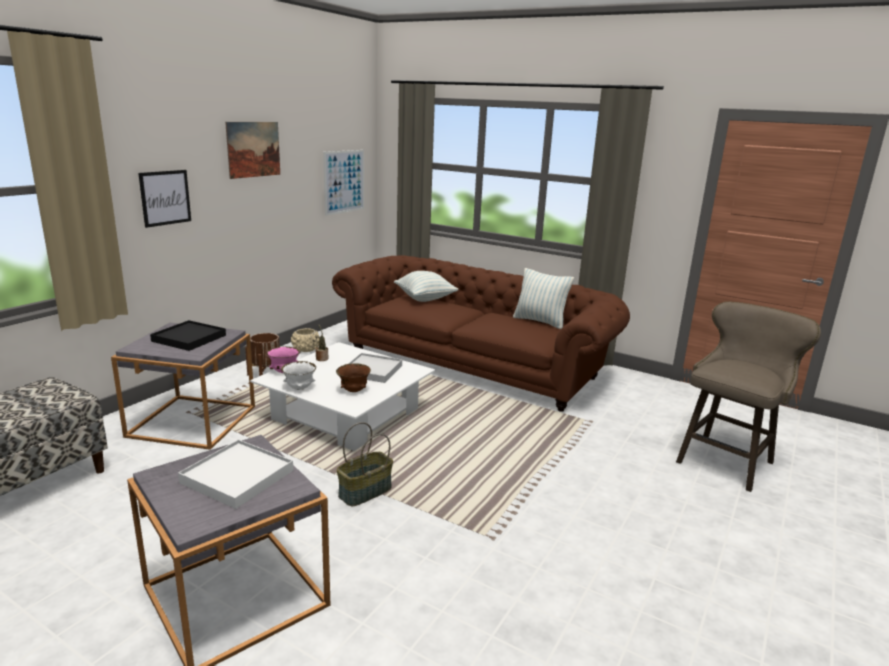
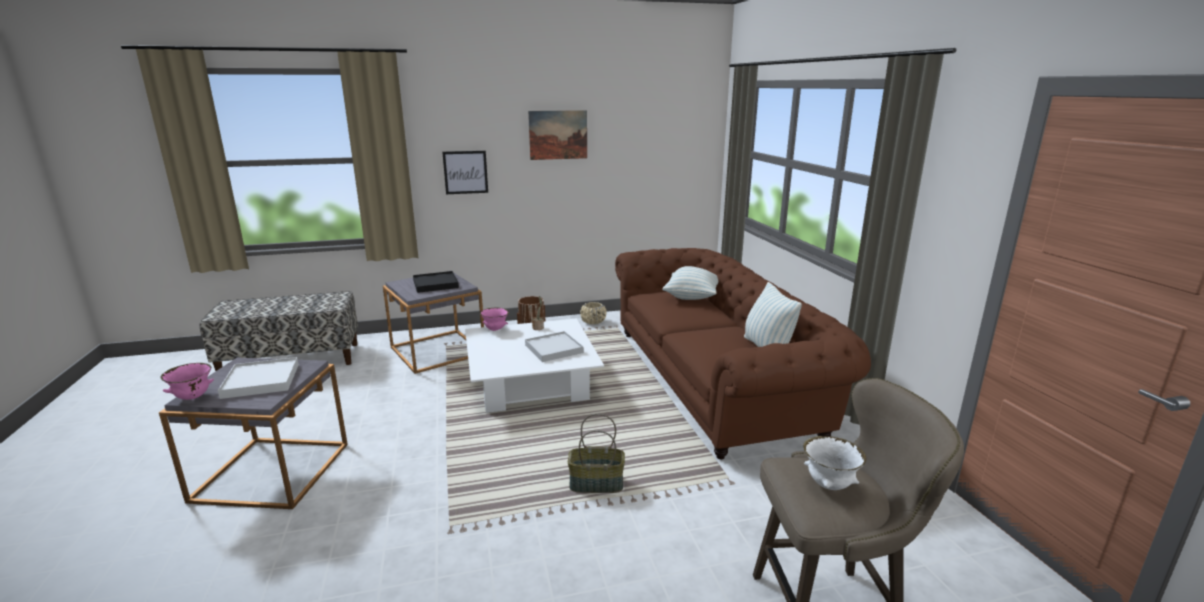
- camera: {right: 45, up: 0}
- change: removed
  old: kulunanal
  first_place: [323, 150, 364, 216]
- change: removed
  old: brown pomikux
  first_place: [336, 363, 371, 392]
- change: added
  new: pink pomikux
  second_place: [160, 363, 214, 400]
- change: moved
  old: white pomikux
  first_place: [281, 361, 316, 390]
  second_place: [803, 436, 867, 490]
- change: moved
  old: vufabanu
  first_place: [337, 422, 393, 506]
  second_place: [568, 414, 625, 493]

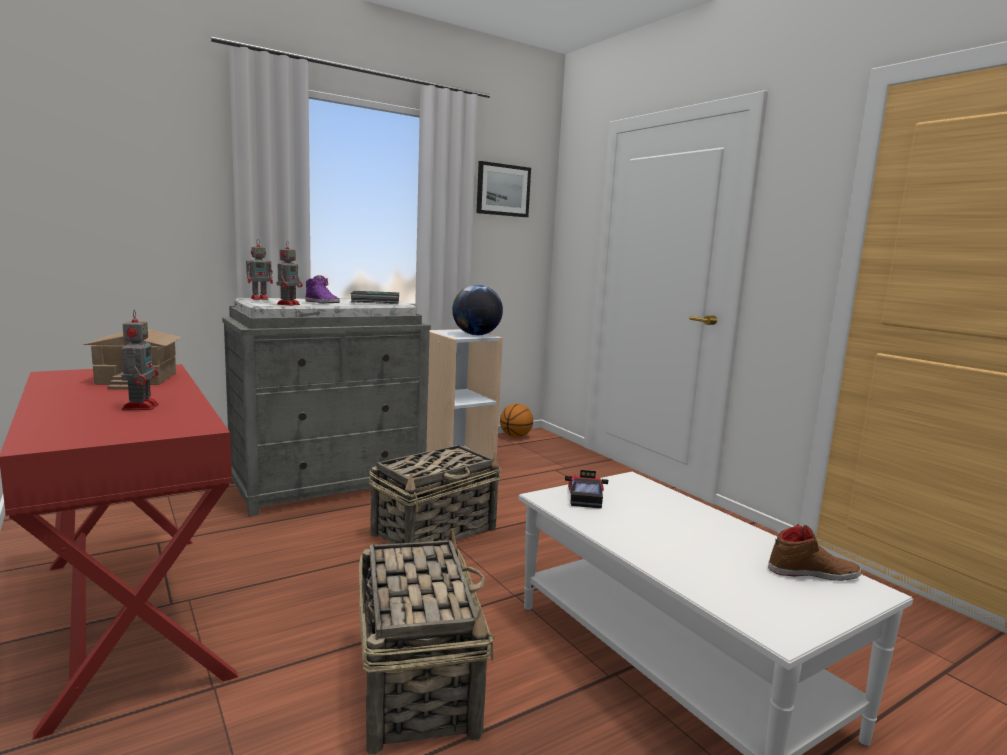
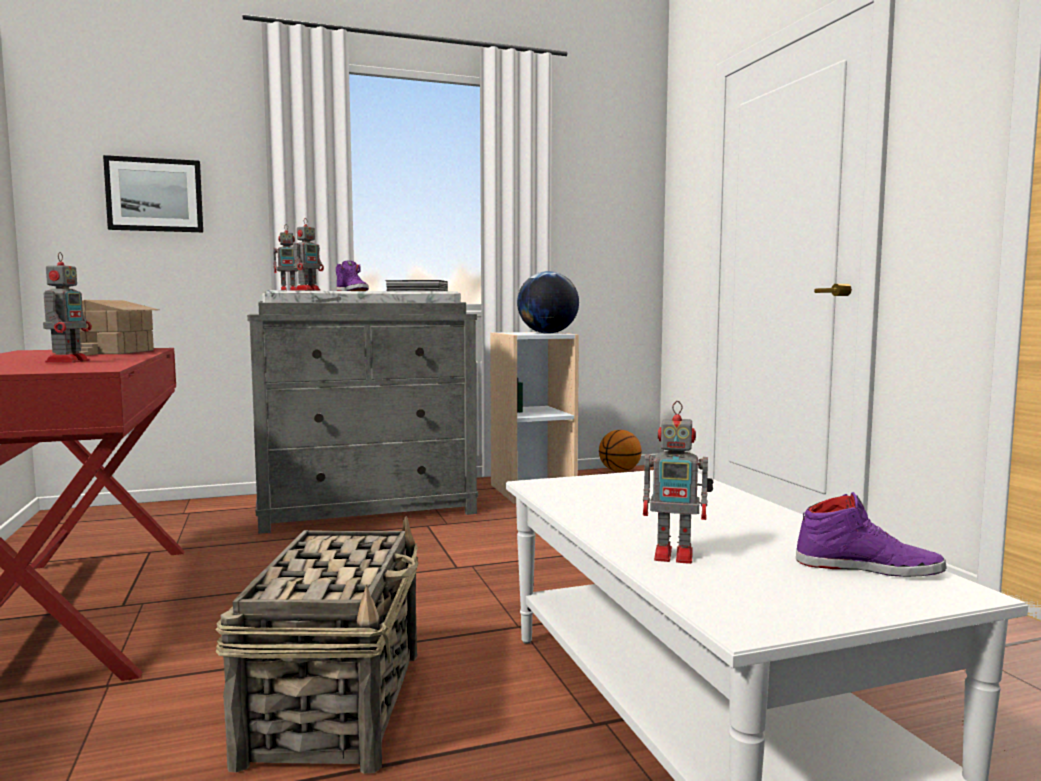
- camera: {right: 15, up: -5}
- change: removed
  old: vufabanu
  first_place: [369, 445, 501, 544]
- change: removed
  old: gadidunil
  first_place: [565, 470, 608, 509]
- change: added
  new: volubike
  second_place: [643, 401, 714, 564]
- change: moved
  old: kulunanal
  first_place: [477, 161, 531, 217]
  second_place: [103, 155, 203, 232]
- change: recoloured
  old: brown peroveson
  new: purple peroveson
  first_place: [768, 524, 861, 581]
  second_place: [796, 492, 947, 577]

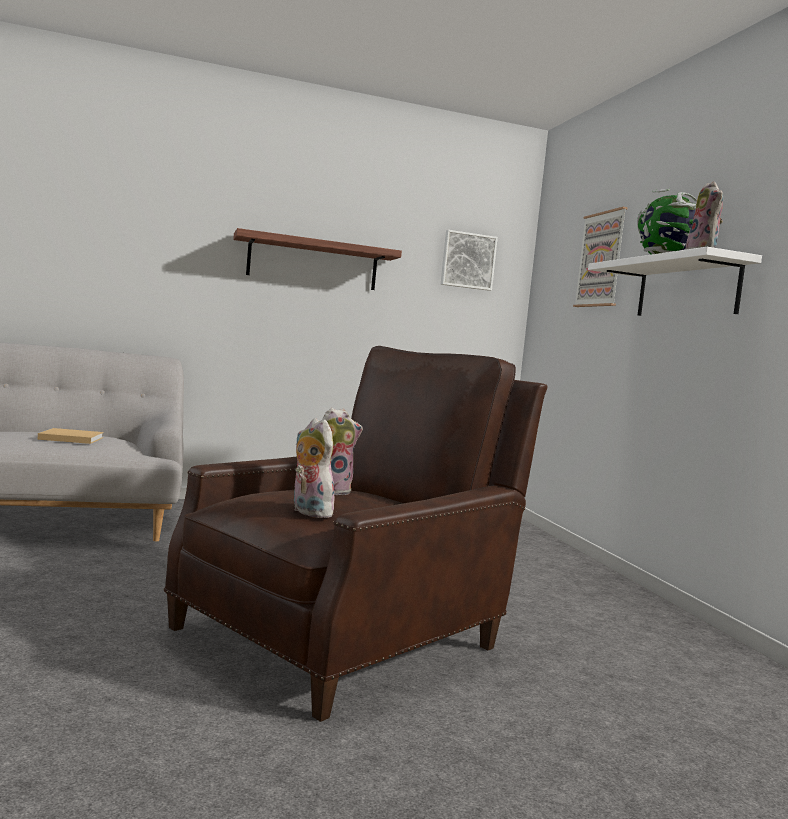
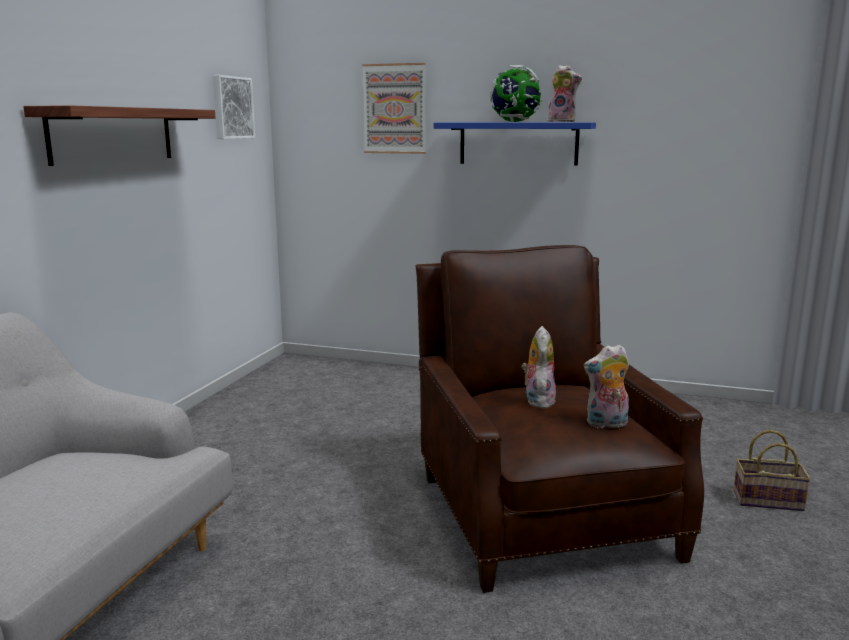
- camera: {right: -55, up: 10}
- change: removed
  old: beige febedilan
  first_place: [38, 428, 104, 444]
- change: added
  new: vufabanu
  second_place: [734, 430, 811, 511]
- change: recoloured
  old: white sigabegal
  new: blue sigabegal
  first_place: [588, 247, 762, 316]
  second_place: [433, 122, 596, 166]

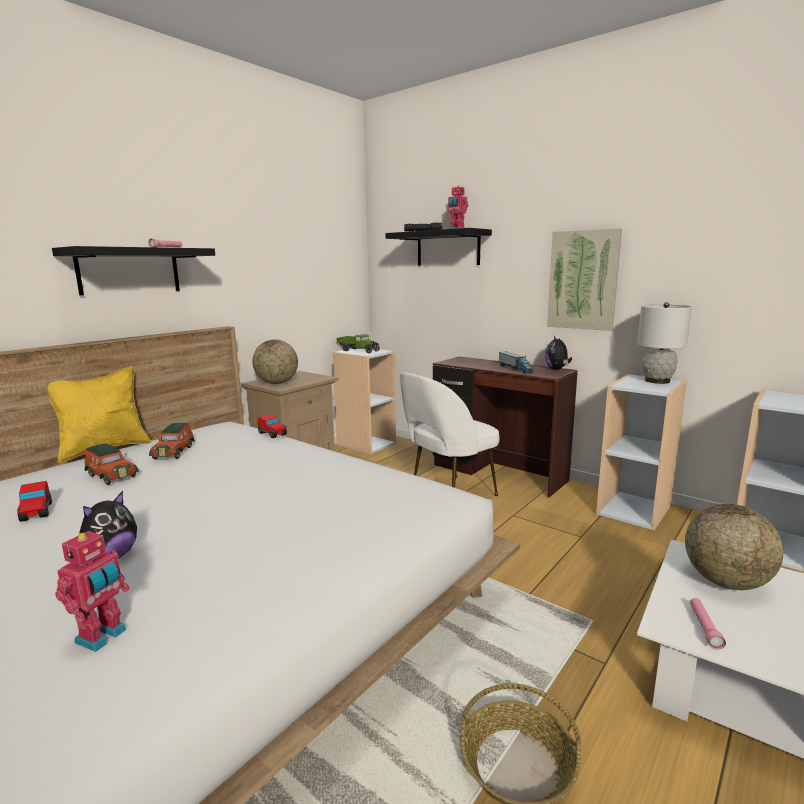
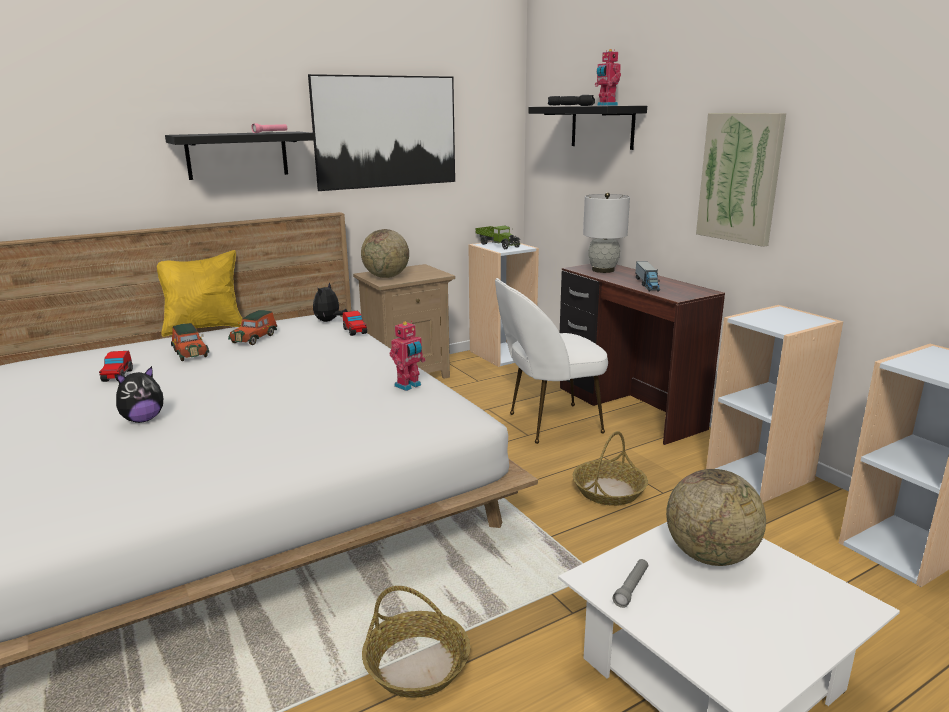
- camera: {right: 20, up: 5}
- change: added
  new: kulunanal
  second_place: [308, 74, 455, 191]
- change: added
  new: vufabanu
  second_place: [572, 431, 648, 506]
- change: moved
  old: volubike
  first_place: [55, 528, 130, 652]
  second_place: [390, 321, 425, 391]
- change: moved
  old: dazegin
  first_place: [545, 336, 572, 370]
  second_place: [313, 282, 348, 322]
- change: moved
  old: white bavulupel
  first_place: [637, 302, 692, 384]
  second_place: [583, 193, 630, 273]
- change: recoloured
  old: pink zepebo
  new: grey zepebo
  first_place: [690, 598, 726, 650]
  second_place: [612, 559, 648, 608]

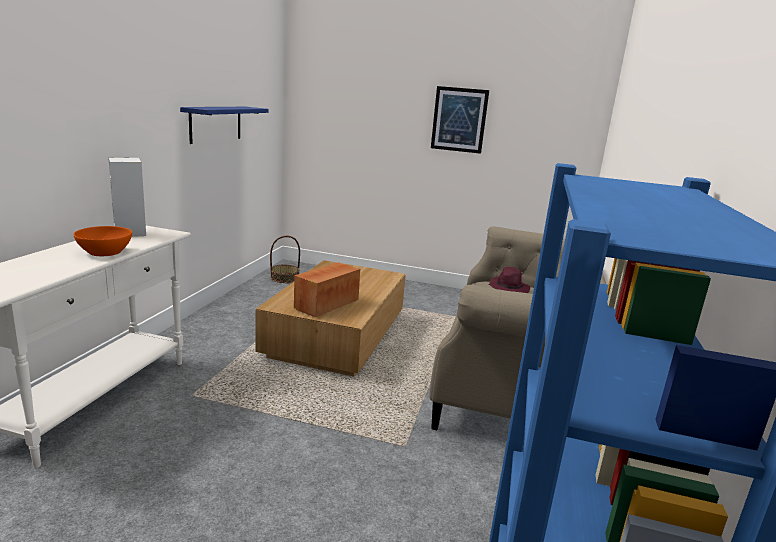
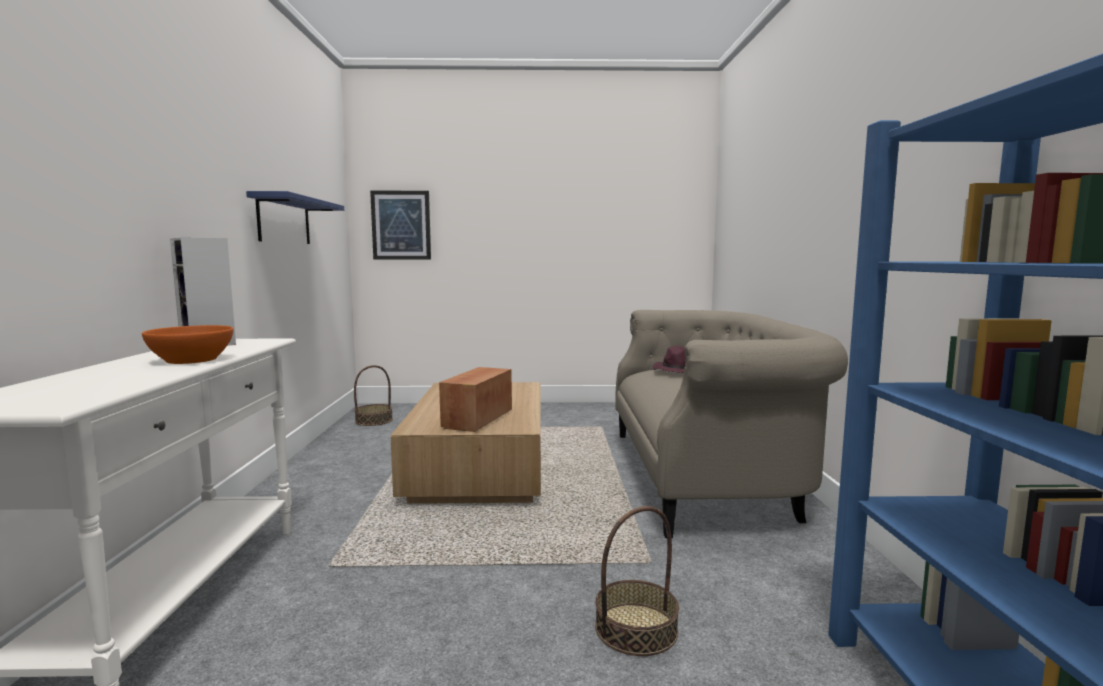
- camera: {right: -15, up: -10}
- change: added
  new: vufabanu
  second_place: [595, 506, 679, 656]
- change: moved
  old: kulunanal
  first_place: [431, 86, 489, 154]
  second_place: [370, 191, 431, 259]

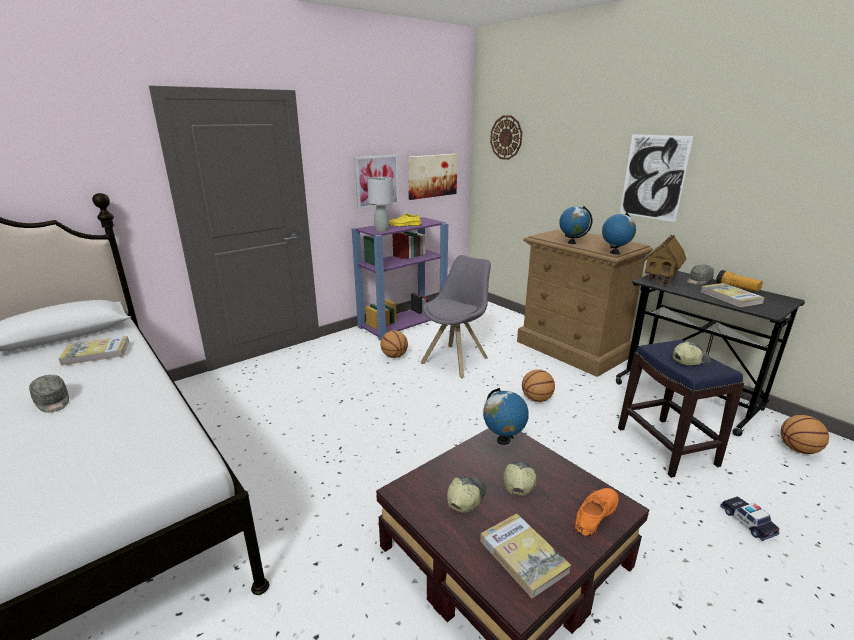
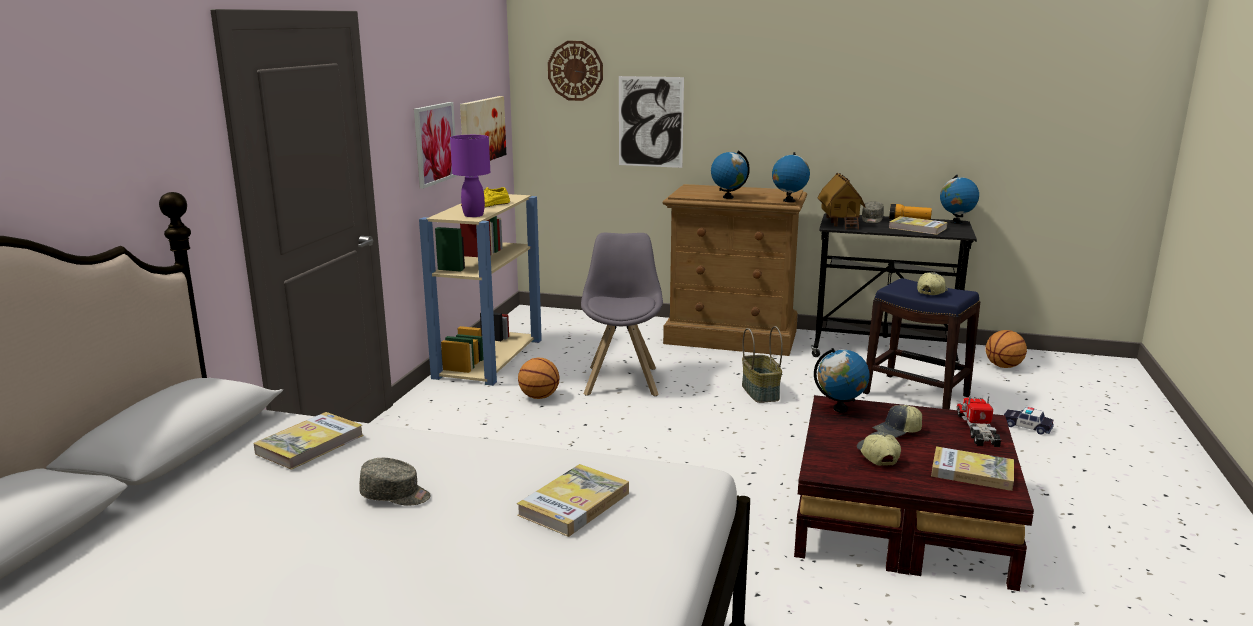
- camera: {right: -35, up: -5}
- change: added
  new: febedilan
  second_place: [517, 464, 629, 537]
- change: added
  new: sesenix
  second_place: [940, 175, 979, 224]
- change: moved
  old: kulunanal
  first_place: [620, 134, 693, 222]
  second_place: [619, 76, 684, 168]
- change: replaced
  old: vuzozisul
  new: vufabanu
  first_place: [522, 369, 555, 402]
  second_place: [742, 326, 783, 403]
- change: replaced
  old: orange peroveson
  new: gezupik
  first_place: [574, 488, 618, 536]
  second_place: [957, 396, 1001, 447]
- change: recoloured
  old: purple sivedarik
  new: beige sivedarik
  first_place: [352, 217, 448, 340]
  second_place: [419, 194, 542, 386]
- change: recoloured
  old: grey bavulupel
  new: purple bavulupel
  first_place: [367, 177, 393, 232]
  second_place: [450, 135, 490, 217]
- change: turned
  old: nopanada
  first_place: [503, 461, 536, 496]
  second_place: [872, 405, 922, 438]
  degrees: -90

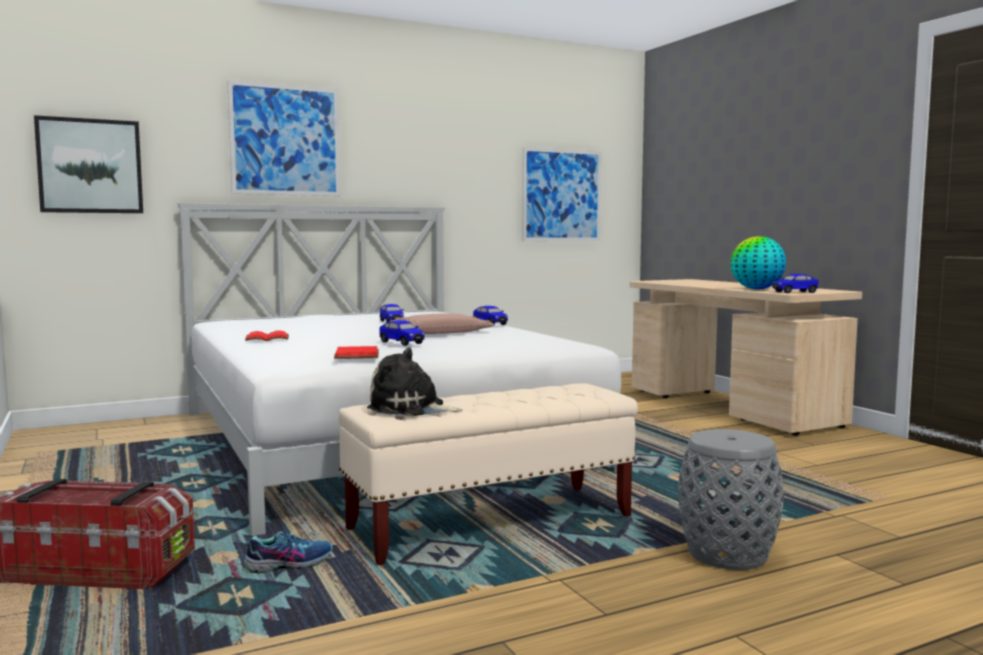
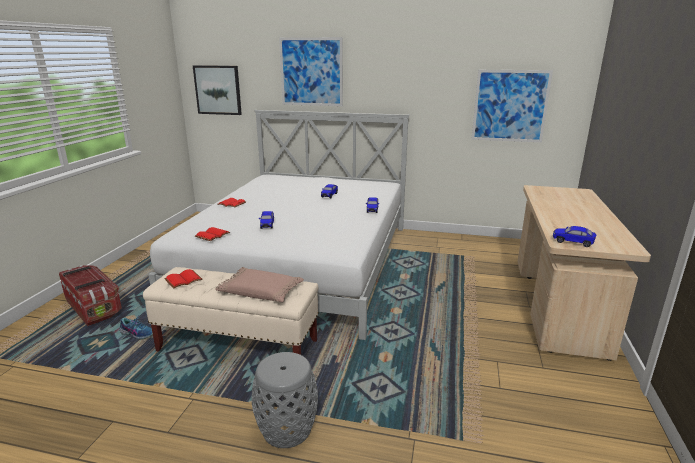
- camera: {right: 40, up: 15}
- change: removed
  old: sesenix
  first_place: [730, 236, 786, 289]
- change: moved
  old: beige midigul
  first_place: [392, 314, 494, 334]
  second_place: [215, 267, 304, 302]
- change: replaced
  old: dazegin
  new: red febedilan
  first_place: [367, 347, 463, 416]
  second_place: [164, 269, 203, 289]

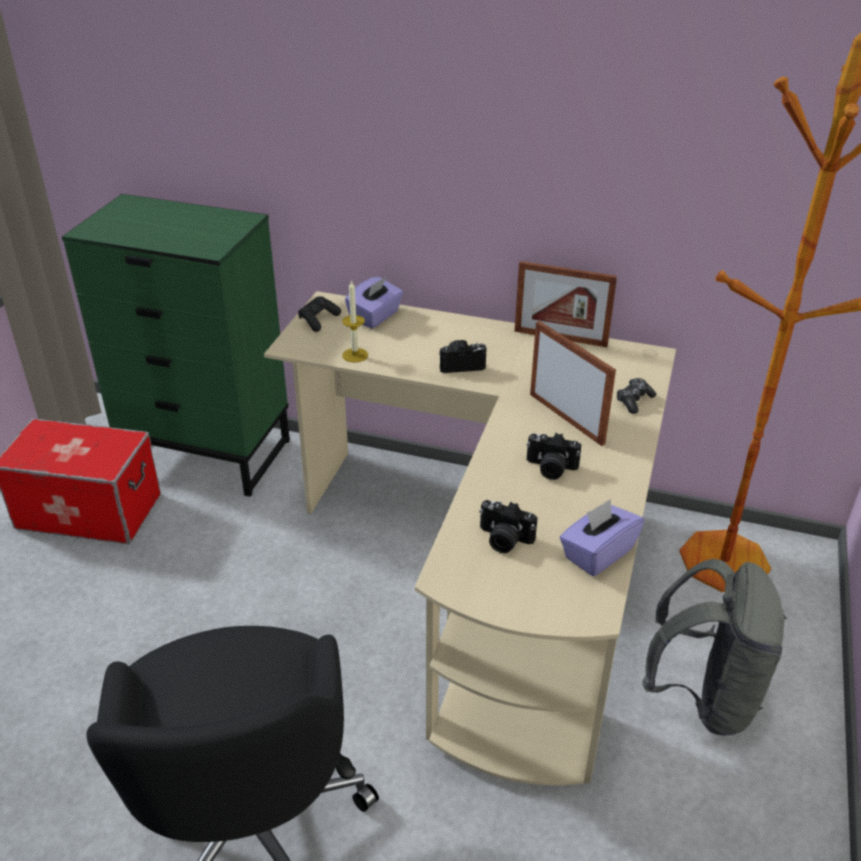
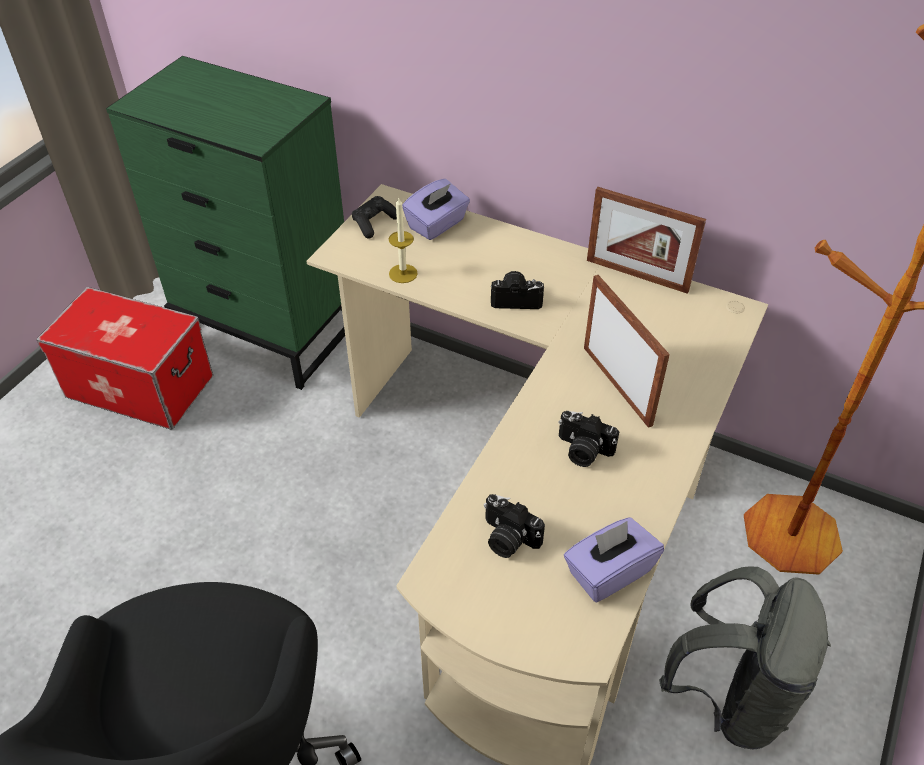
- camera: {right: 10, up: 10}
- change: removed
  old: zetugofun
  first_place: [617, 378, 656, 414]

